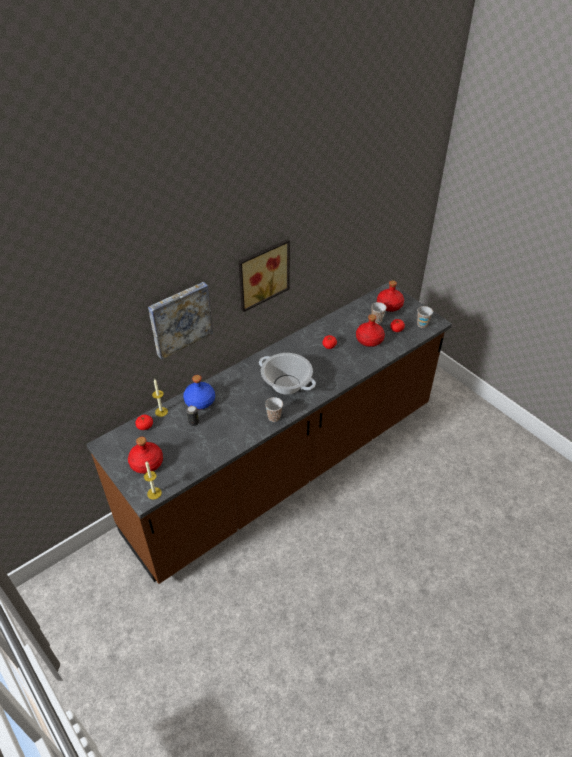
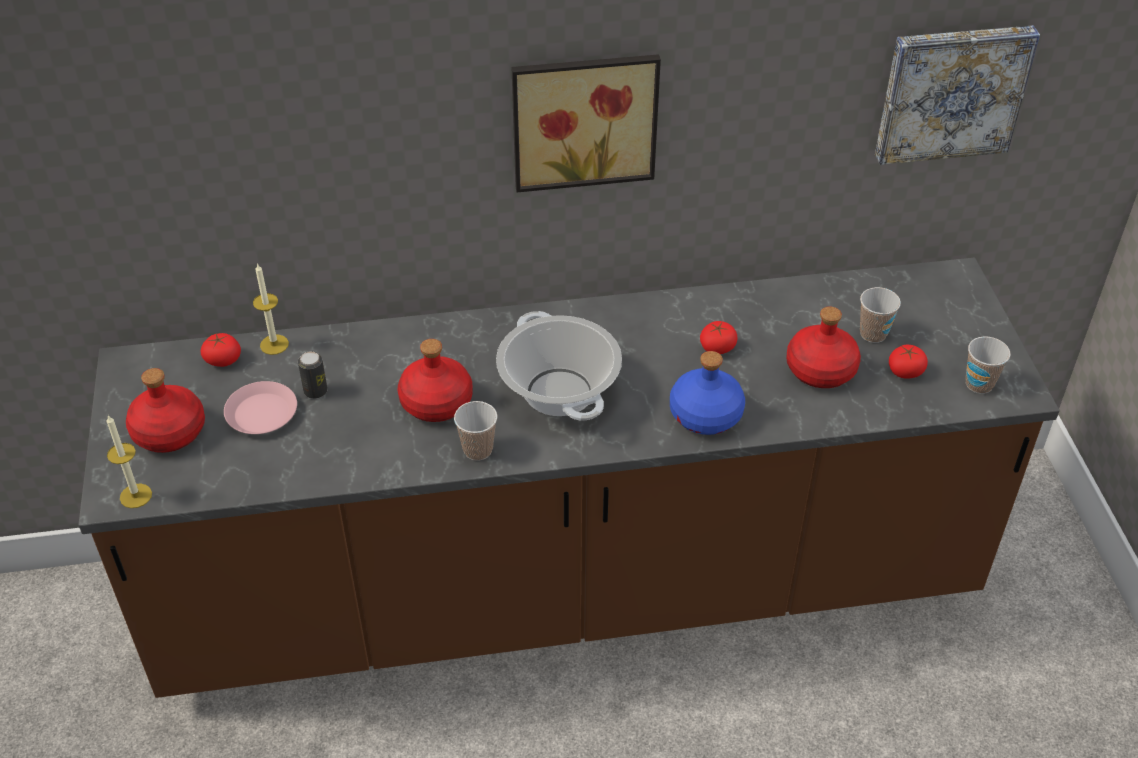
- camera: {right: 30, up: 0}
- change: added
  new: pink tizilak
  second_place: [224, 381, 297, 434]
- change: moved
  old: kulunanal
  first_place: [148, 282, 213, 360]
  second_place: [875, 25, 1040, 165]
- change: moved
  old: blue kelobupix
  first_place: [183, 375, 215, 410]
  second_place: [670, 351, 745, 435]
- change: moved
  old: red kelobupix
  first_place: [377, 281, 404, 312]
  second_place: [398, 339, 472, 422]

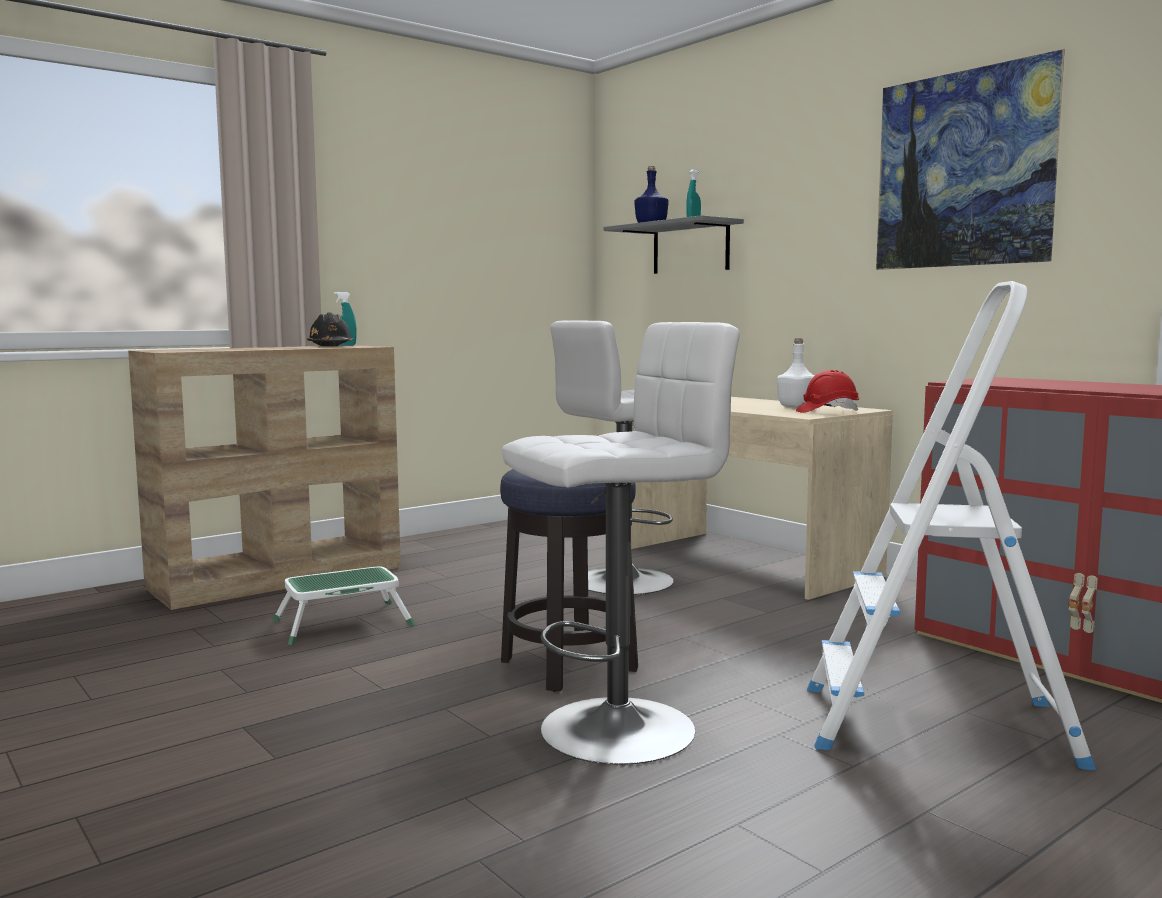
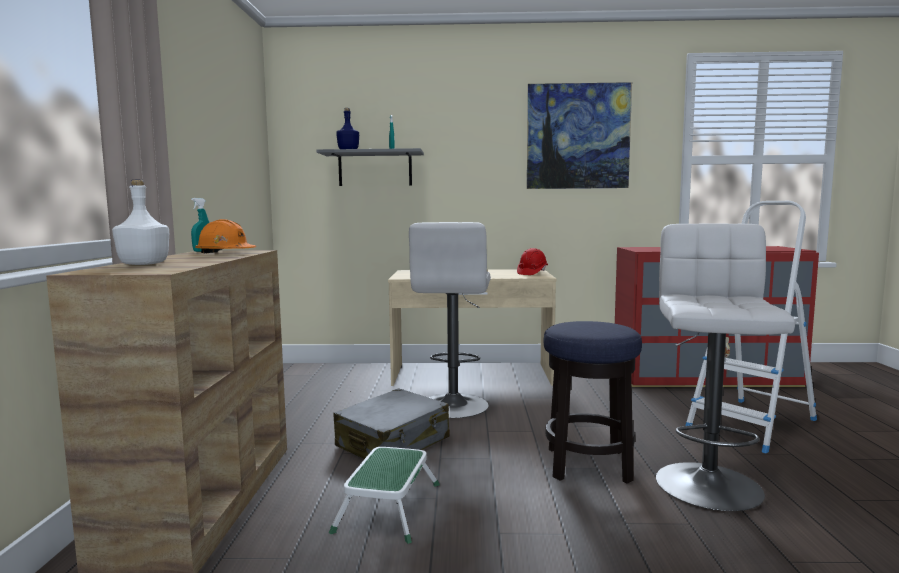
- camera: {right: -50, up: 0}
- change: added
  new: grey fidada
  second_place: [334, 388, 449, 459]
- change: moved
  old: white kelobupix
  first_place: [777, 338, 815, 407]
  second_place: [112, 179, 169, 265]
- change: recoloured
  old: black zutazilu
  new: orange zutazilu
  first_place: [307, 313, 354, 346]
  second_place: [195, 219, 256, 253]

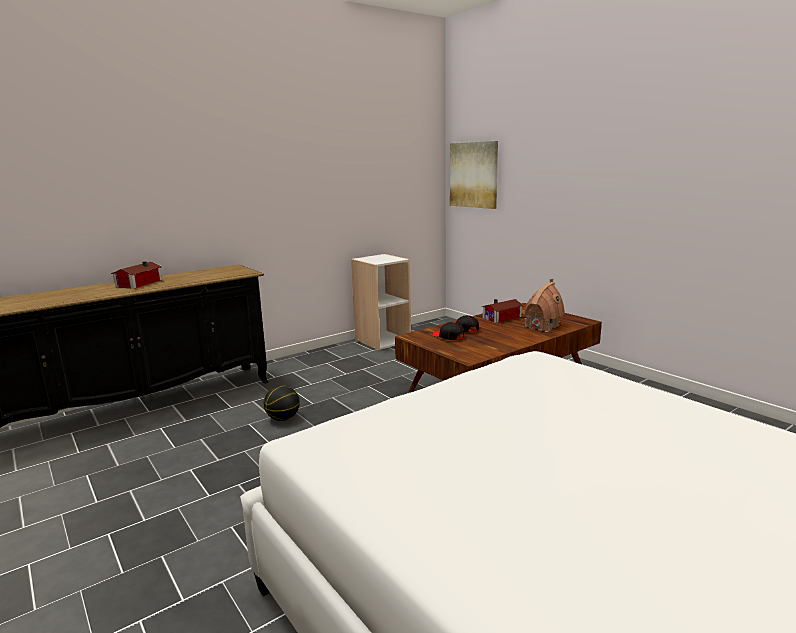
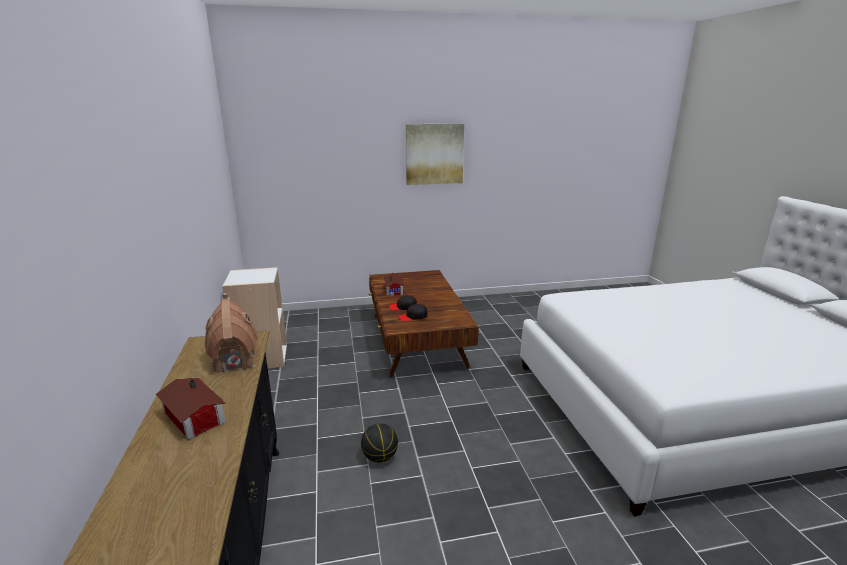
- camera: {right: -65, up: 5}
- change: moved
  old: kulunanal
  first_place: [450, 141, 498, 209]
  second_place: [406, 124, 464, 185]
- change: moved
  old: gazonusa
  first_place: [524, 278, 565, 332]
  second_place: [205, 293, 258, 373]

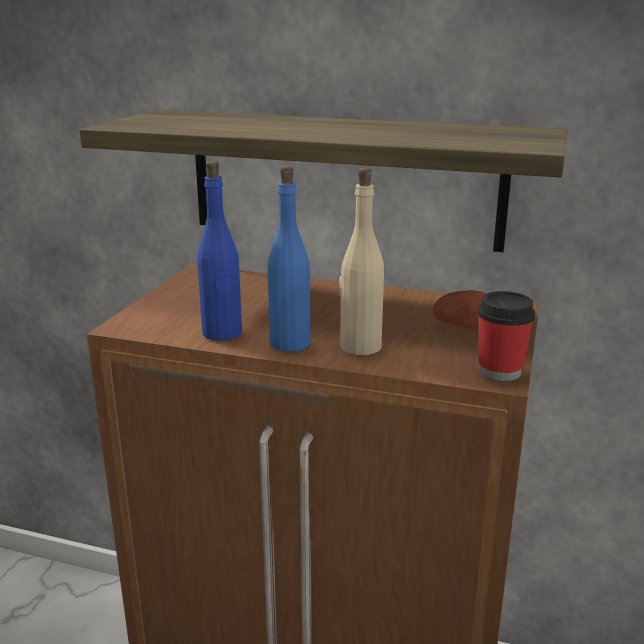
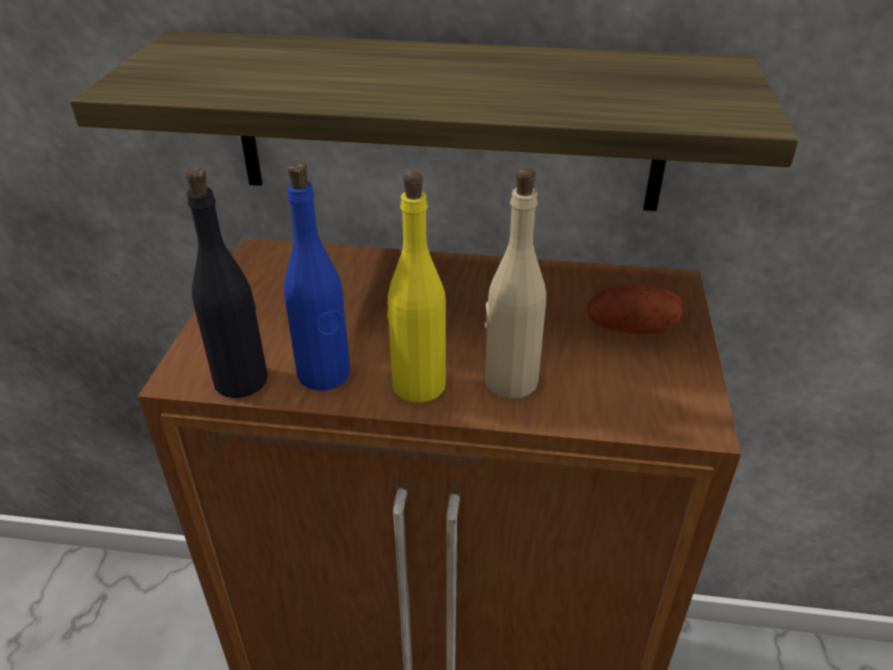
- camera: {right: -10, up: 15}
- change: removed
  old: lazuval
  first_place: [477, 291, 535, 381]
- change: added
  new: black kelobupix
  second_place: [185, 167, 268, 398]
- change: recoloured
  old: blue kelobupix
  new: yellow kelobupix
  first_place: [268, 166, 310, 352]
  second_place: [387, 171, 446, 403]

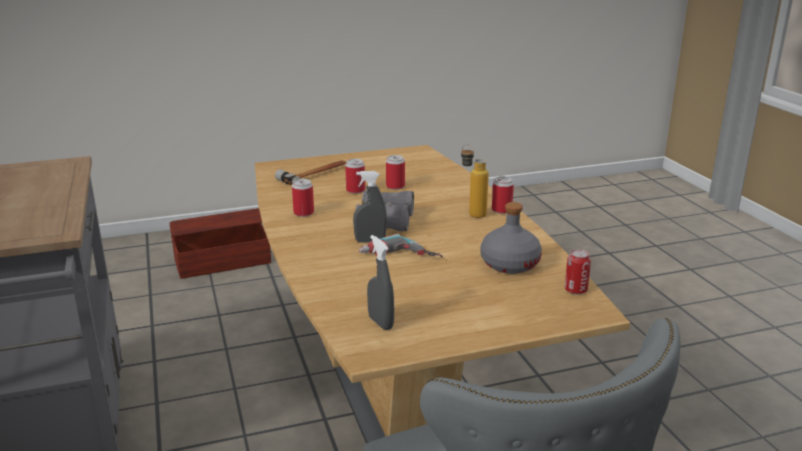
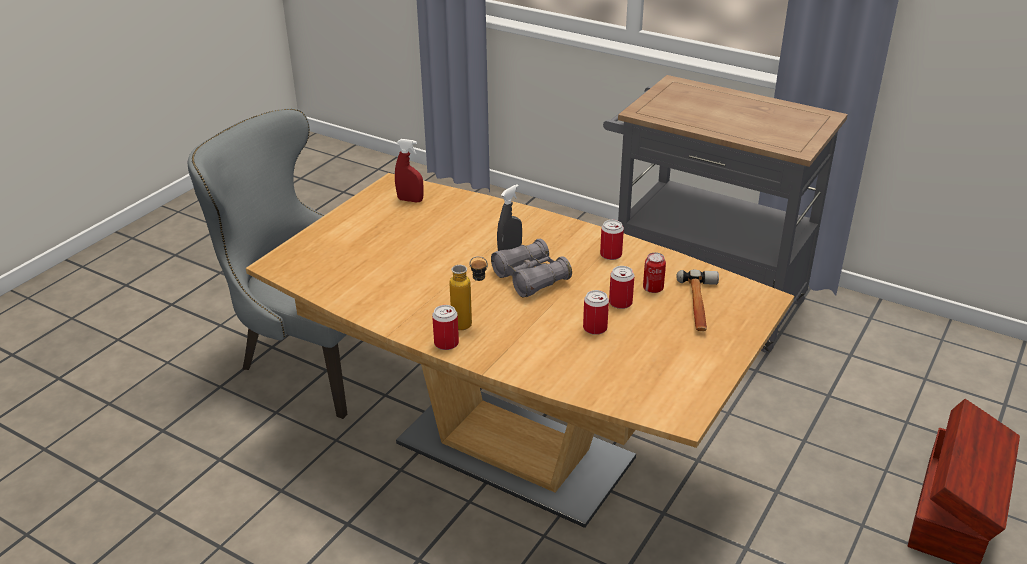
- camera: {right: 140, up: 10}
- change: removed
  old: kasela
  first_place: [359, 234, 443, 257]
- change: removed
  old: grey kelobupix
  first_place: [481, 202, 542, 274]
- change: moved
  old: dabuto
  first_place: [565, 249, 591, 294]
  second_place: [643, 252, 666, 293]
- change: recoloured
  old: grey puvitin
  new: red puvitin
  first_place: [367, 235, 394, 330]
  second_place: [395, 139, 424, 202]

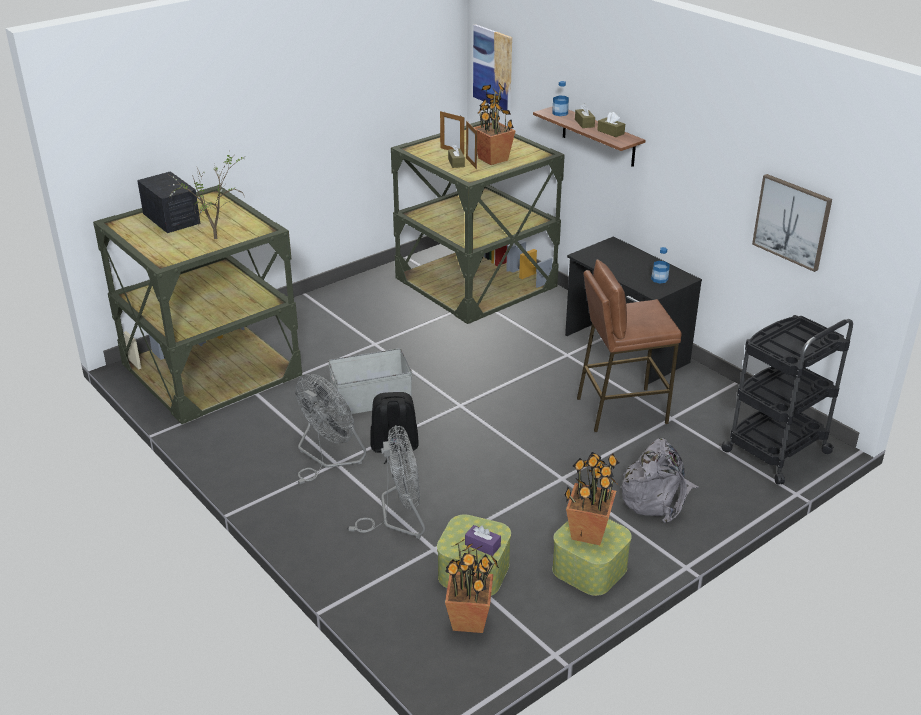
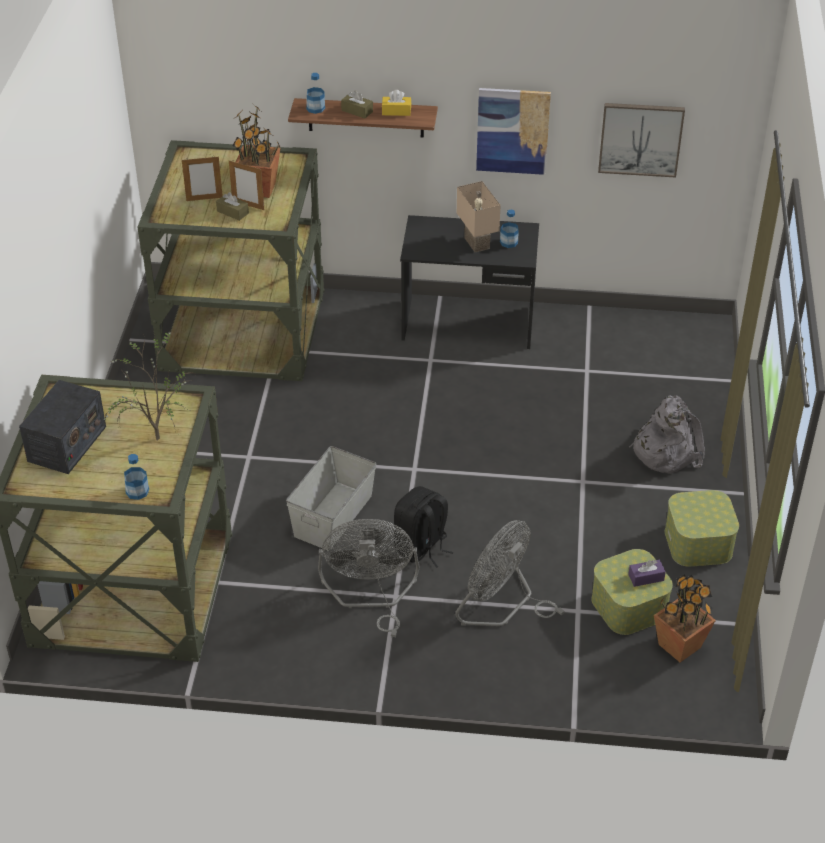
- camera: {right: -45, up: 10}
- change: removed
  old: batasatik
  first_place: [564, 452, 619, 545]
- change: removed
  old: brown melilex
  first_place: [577, 259, 682, 432]
- change: removed
  old: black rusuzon
  first_place: [721, 315, 853, 485]
- change: added
  new: kelobupix
  second_place: [124, 454, 149, 500]
- change: added
  new: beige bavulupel
  second_place: [457, 181, 501, 252]
- change: moved
  old: kulunanal
  first_place: [473, 24, 512, 111]
  second_place: [476, 88, 551, 175]
- change: recoloured
  old: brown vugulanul
  new: yellow vugulanul
  first_place: [597, 112, 625, 137]
  second_place: [382, 90, 411, 116]
- change: turned
  old: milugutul
  first_place: [137, 171, 201, 233]
  second_place: [19, 380, 106, 474]
  degrees: 105
- change: turned
  old: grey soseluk
  first_place: [349, 425, 425, 539]
  second_place: [455, 520, 565, 626]
  degrees: -90

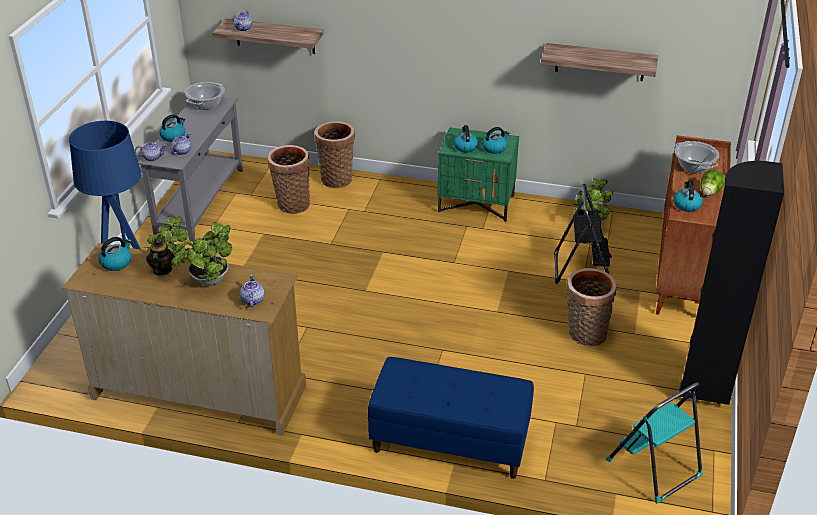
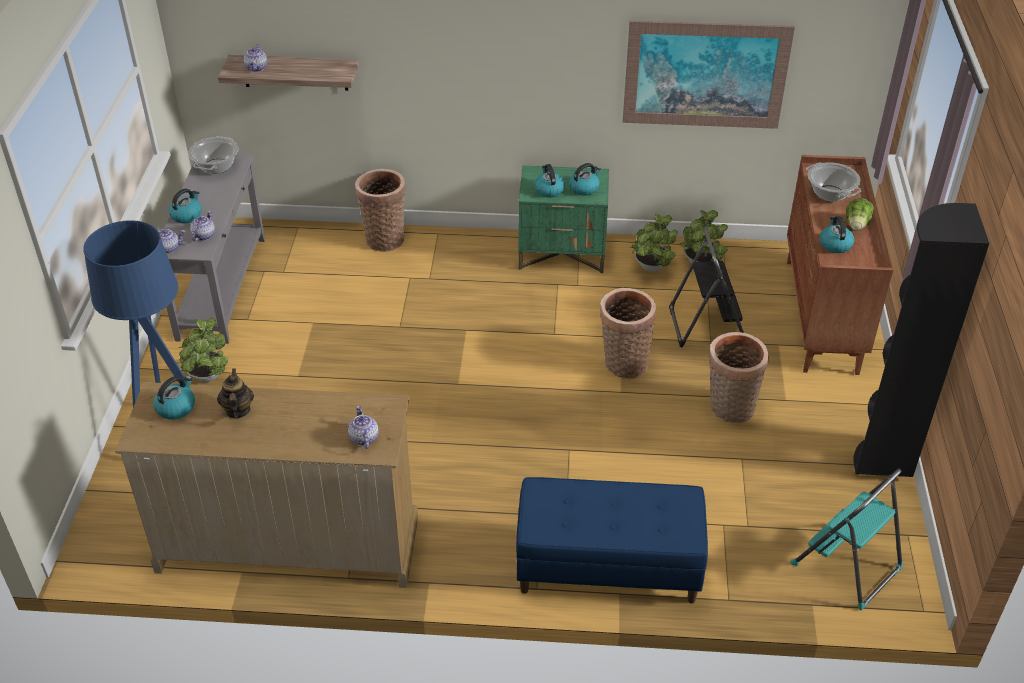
- camera: {right: -10, up: 5}
- change: moved
  old: batasatik
  first_place: [171, 222, 232, 286]
  second_place: [632, 214, 678, 272]
- change: moved
  old: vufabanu
  first_place: [268, 145, 310, 214]
  second_place: [600, 288, 656, 378]
- change: replaced
  old: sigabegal
  new: kulunanal
  first_place: [541, 43, 658, 81]
  second_place: [623, 20, 795, 129]

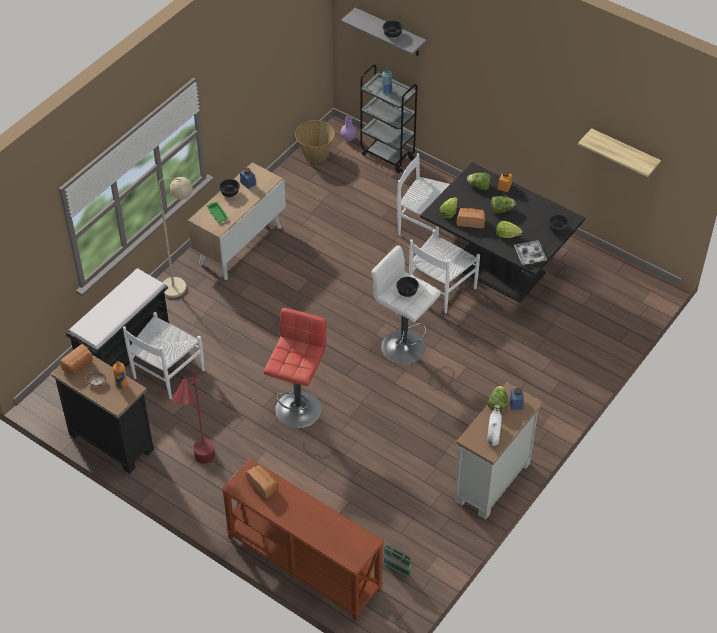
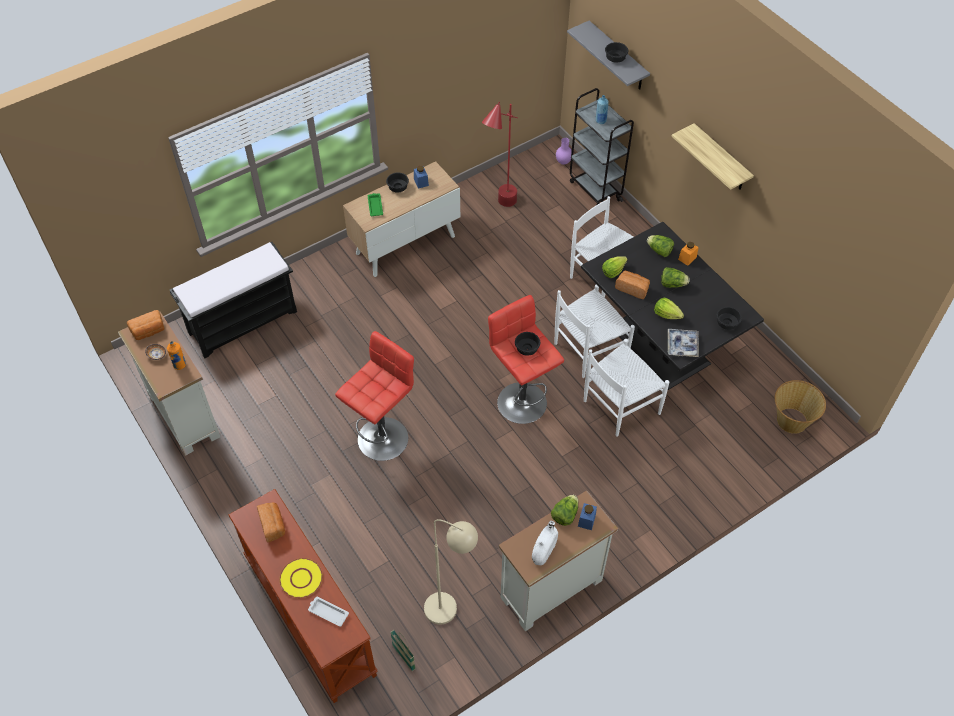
- camera: {right: 20, up: 5}
- change: added
  new: yellow tizilak
  second_place: [279, 558, 323, 598]
- change: added
  new: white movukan
  second_place: [308, 597, 349, 627]
- change: moved
  old: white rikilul
  first_place: [123, 312, 205, 399]
  second_place: [584, 339, 669, 437]
- change: moved
  old: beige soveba
  first_place: [159, 177, 193, 298]
  second_place: [424, 519, 478, 625]
- change: moved
  old: red soveba
  first_place: [172, 370, 215, 464]
  second_place: [482, 102, 518, 207]
- change: moved
  old: vufabanu
  first_place: [295, 120, 335, 163]
  second_place: [775, 380, 826, 434]
- change: moved
  old: sigabegal
  first_place: [578, 128, 661, 177]
  second_place: [671, 123, 754, 190]
- change: recoloured
  old: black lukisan
  new: white lukisan
  first_place: [51, 355, 154, 474]
  second_place: [118, 312, 220, 456]
- change: recoloured
  old: white melilex
  new: red melilex
  first_place: [372, 245, 441, 365]
  second_place: [488, 295, 564, 424]

